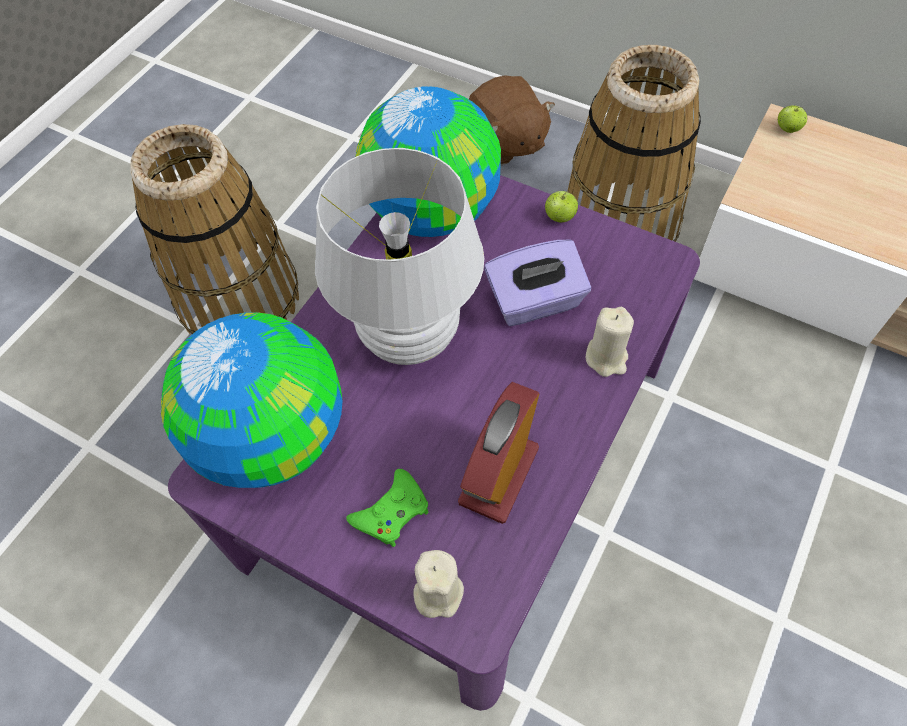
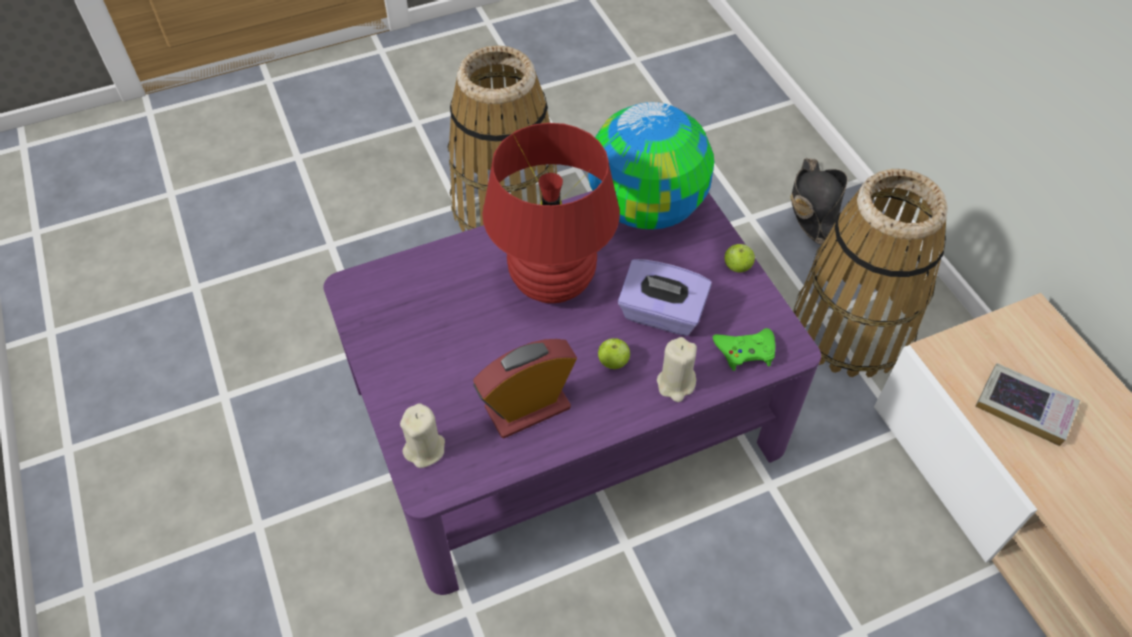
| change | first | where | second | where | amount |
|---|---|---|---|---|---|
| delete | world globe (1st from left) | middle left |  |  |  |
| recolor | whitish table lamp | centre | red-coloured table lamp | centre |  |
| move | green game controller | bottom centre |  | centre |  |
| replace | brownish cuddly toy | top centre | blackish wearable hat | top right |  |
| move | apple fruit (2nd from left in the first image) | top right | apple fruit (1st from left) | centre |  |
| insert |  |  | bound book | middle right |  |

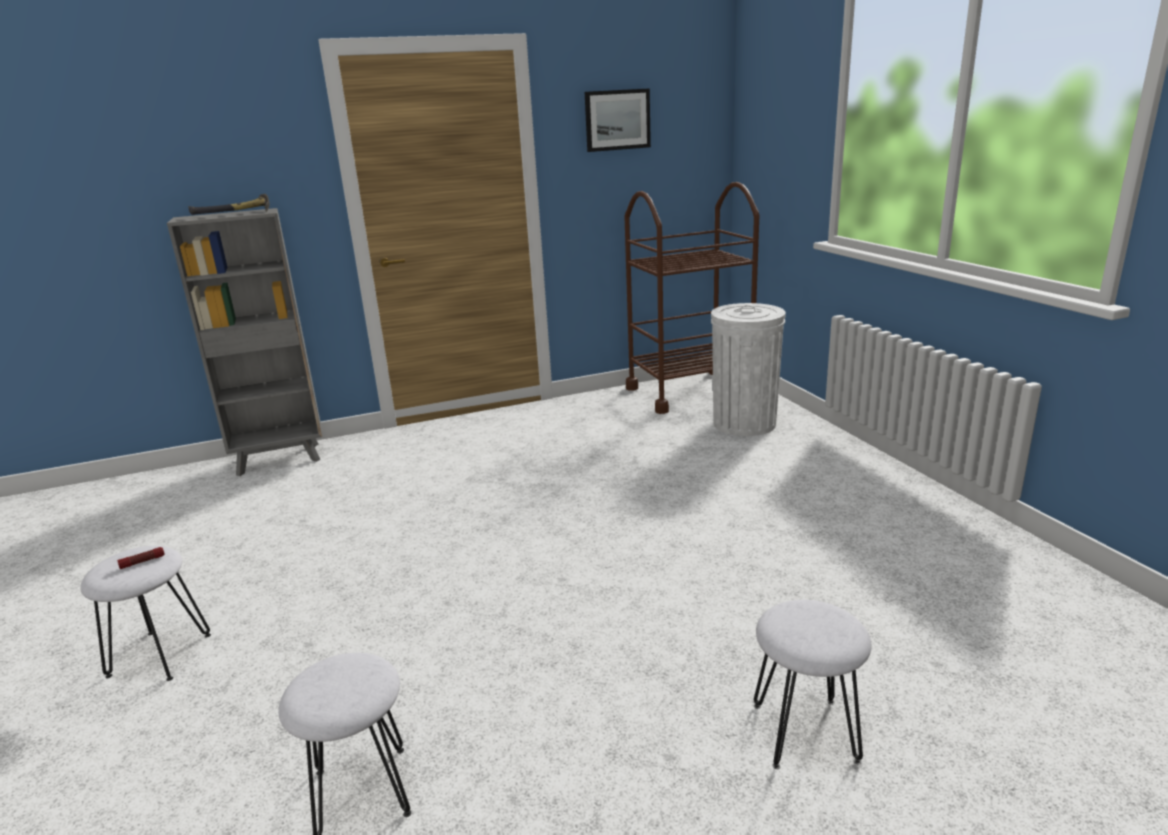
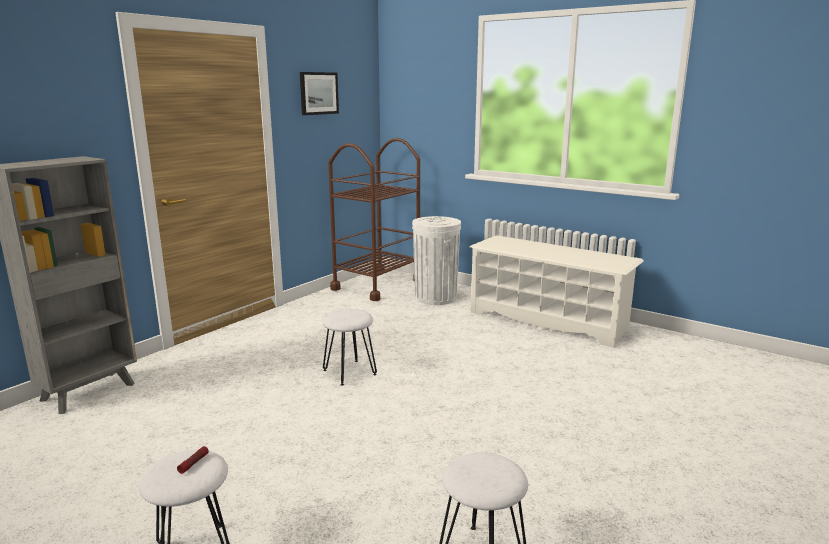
| change | first | where | second | where | amount |
|---|---|---|---|---|---|
| delete | hand hammer | top left |  |  |  |
| move | whitish stool seat (3rd from left in the first image) | bottom right | whitish stool seat (2nd from left) | centre |  |
| insert |  |  | whitish shoe shelf | middle right |  |

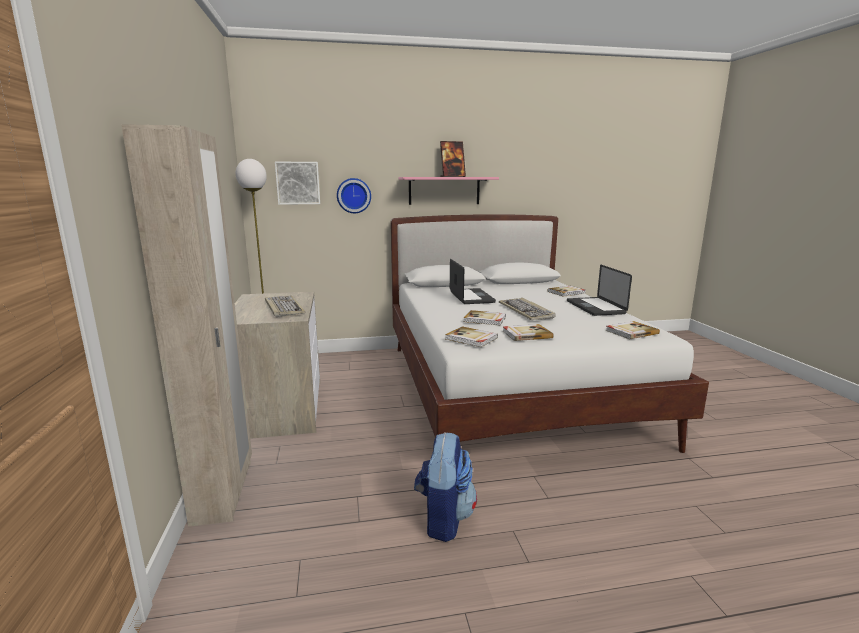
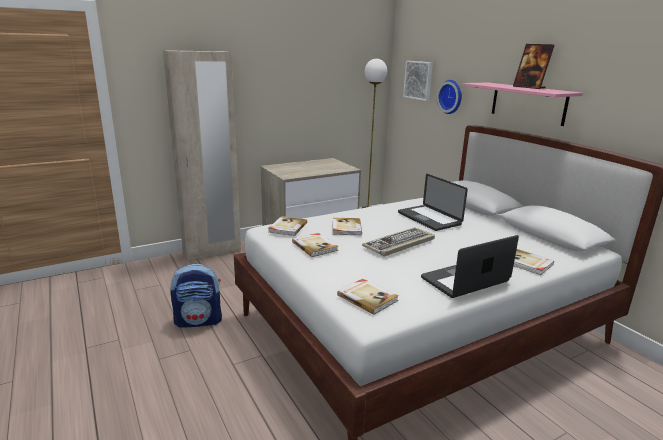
| change | first | where | second | where | amount |
|---|---|---|---|---|---|
| delete | computer keyboard (1st from left) | middle left |  |  |  |
| rotate | portable computer (1st from left) | centre |  | centre | 90 degrees clockwise |

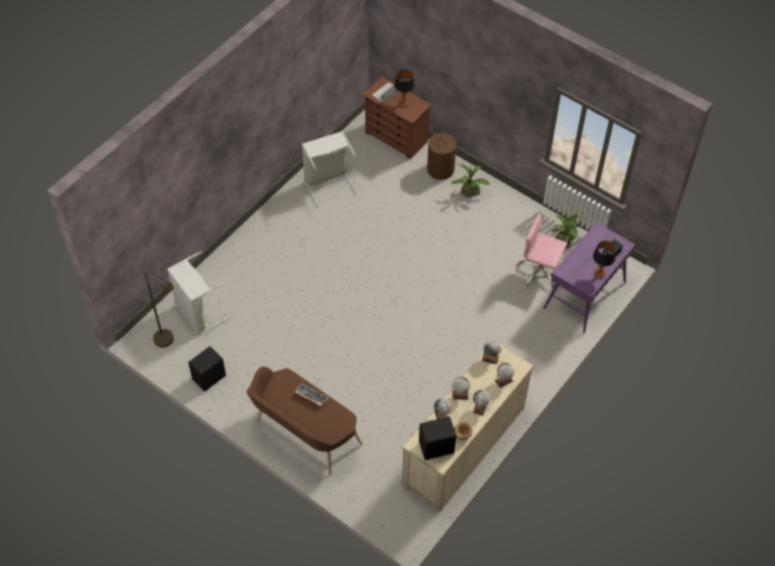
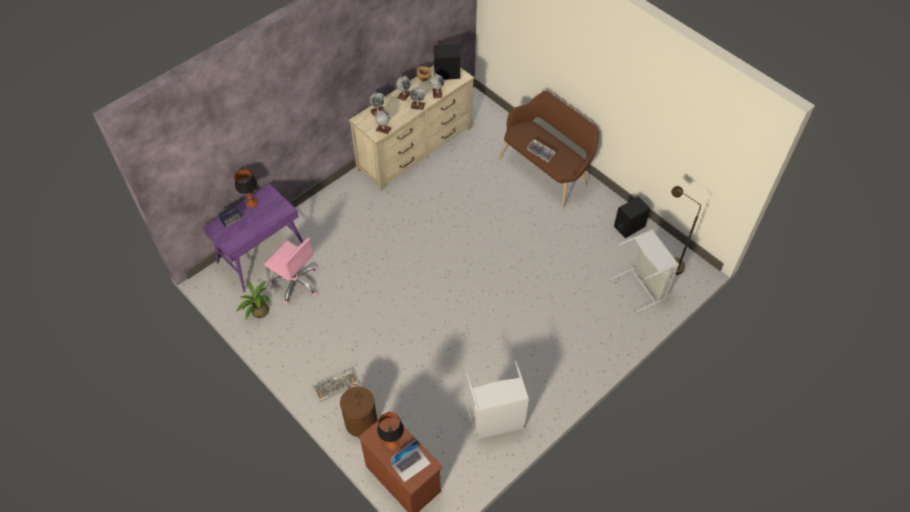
| change | first | where | second | where | amount |
|---|---|---|---|---|---|
| replace | plant in a pot (1st from left) | top centre | computer keyboard (1st from left) | bottom centre |  |

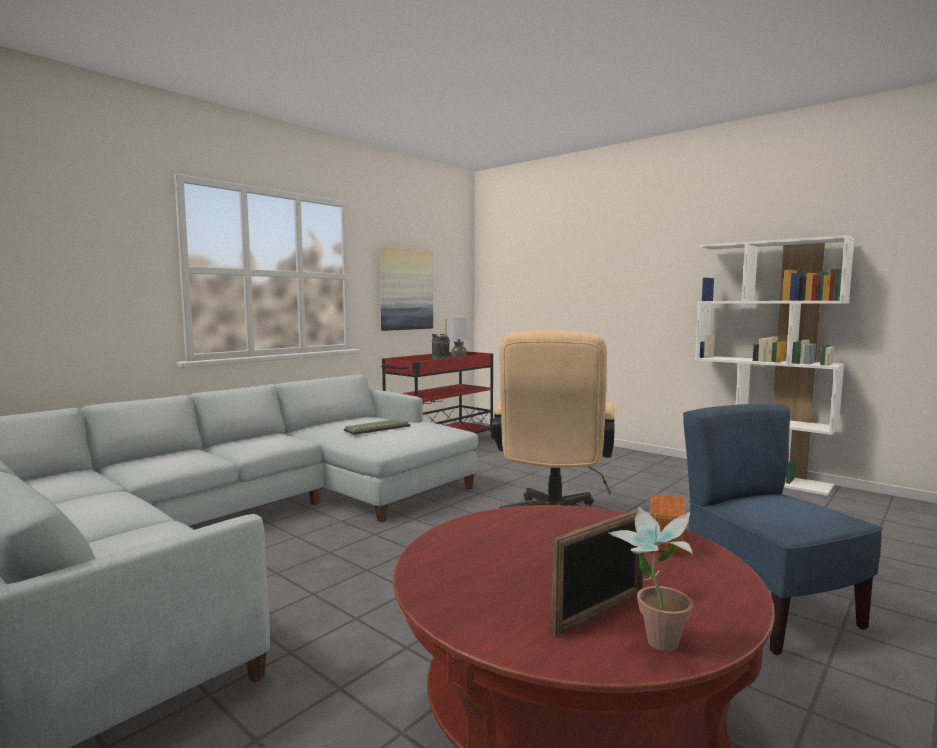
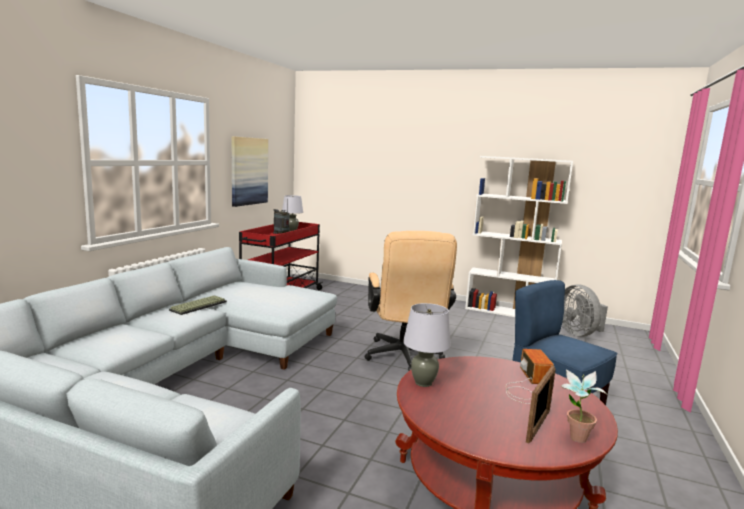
| change | first | where | second | where | amount |
|---|---|---|---|---|---|
| move | computer keyboard | centre |  | middle left |  |
| insert |  |  | grey table lamp (2nd from left) | bottom centre |  |
| insert |  |  | grey cooling fan | middle right |  |

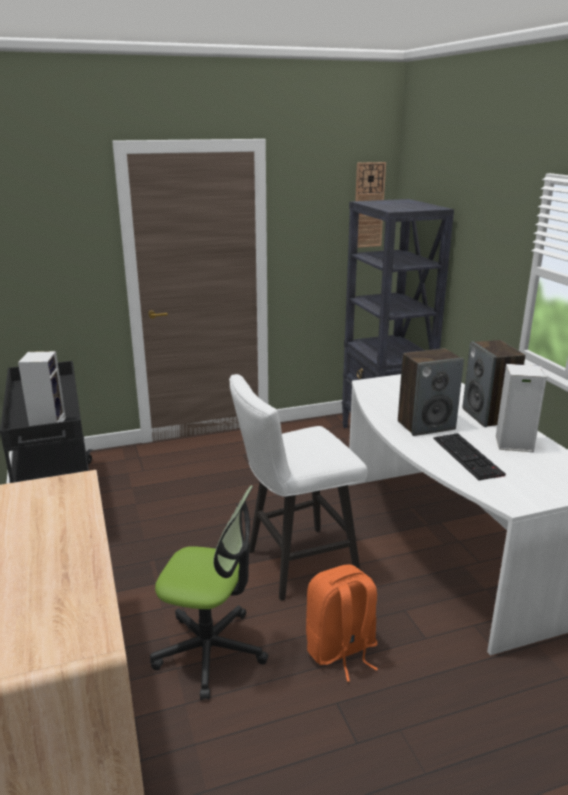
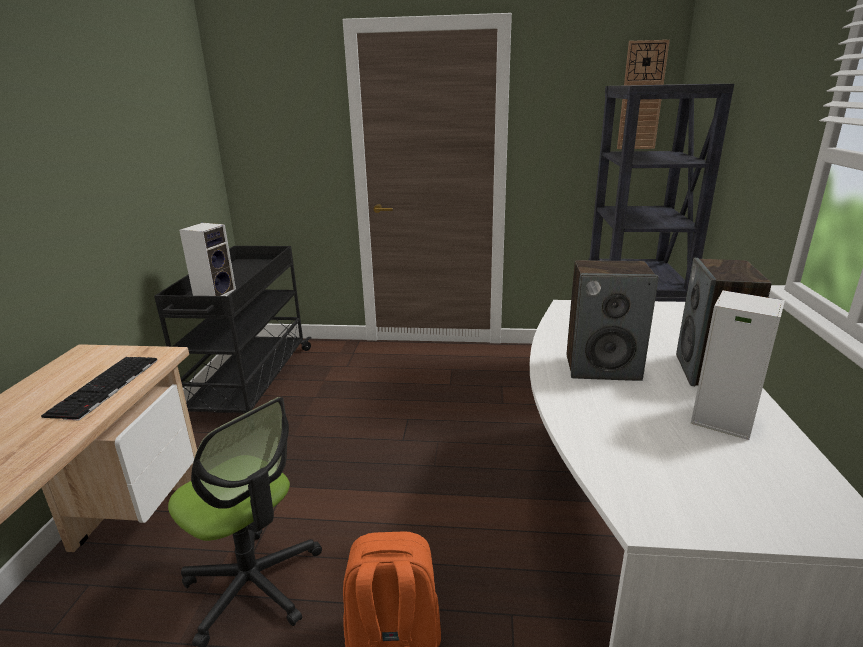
| change | first | where | second | where | amount |
|---|---|---|---|---|---|
| delete | whitish stool seat | centre |  |  |  |
| move | computer keyboard | middle right |  | middle left |  |

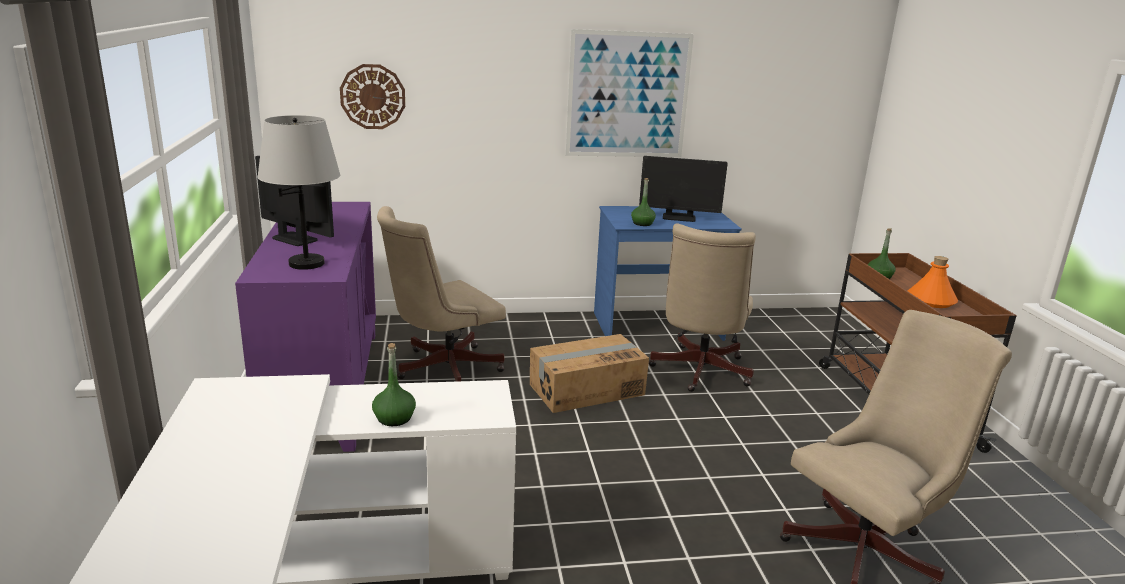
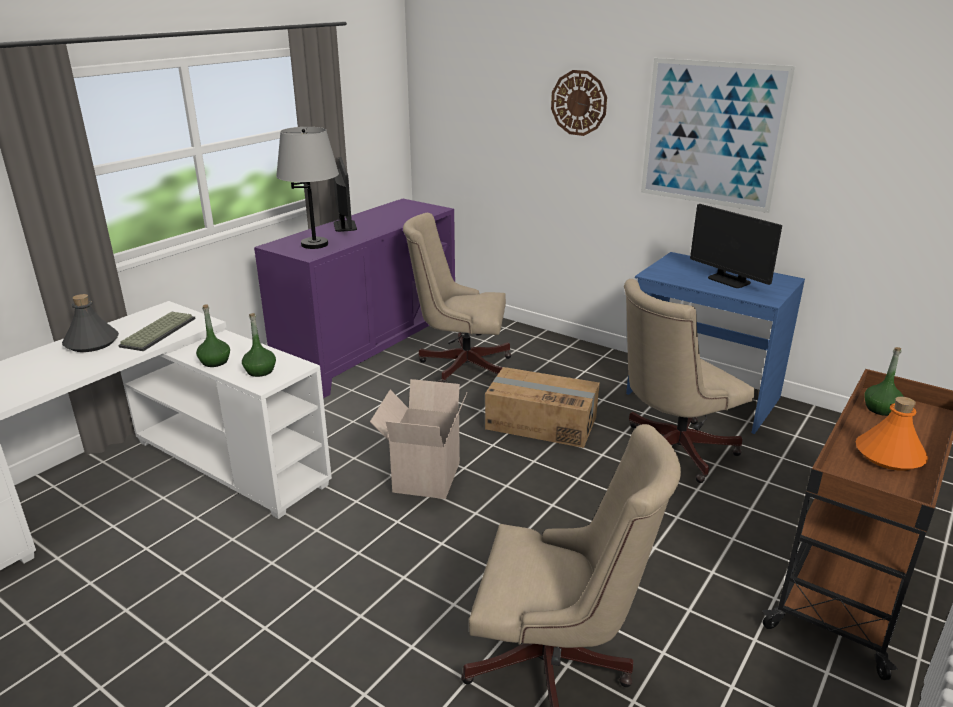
| change | first | where | second | where | amount |
|---|---|---|---|---|---|
| move | wall clock | top left |  | top centre |  |
| move | green drink bottle (2nd from left) | centre |  | middle left |  |
| insert |  |  | grey drink bottle | middle left |  |
| insert |  |  | computer keyboard | middle left |  |
| insert |  |  | packing box (1st from left) | centre |  |

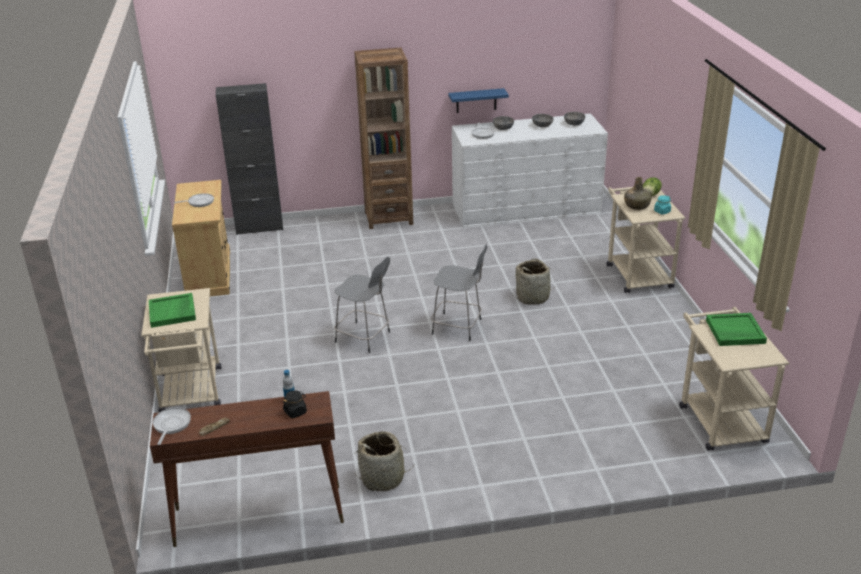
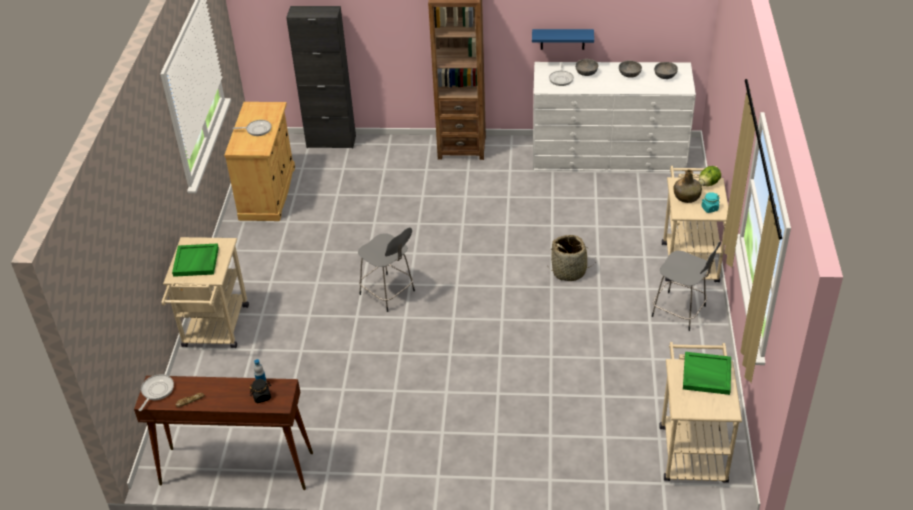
| change | first | where | second | where | amount |
|---|---|---|---|---|---|
| delete | household basket (1st from left) | bottom centre |  |  |  |
| move | grey stool seat (2nd from left) | centre |  | middle right |  |

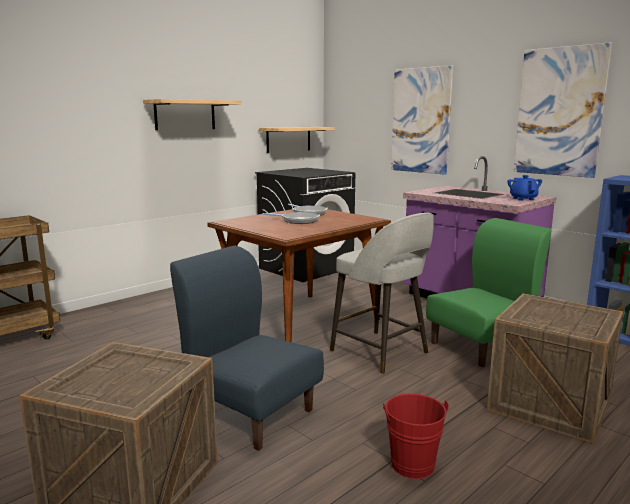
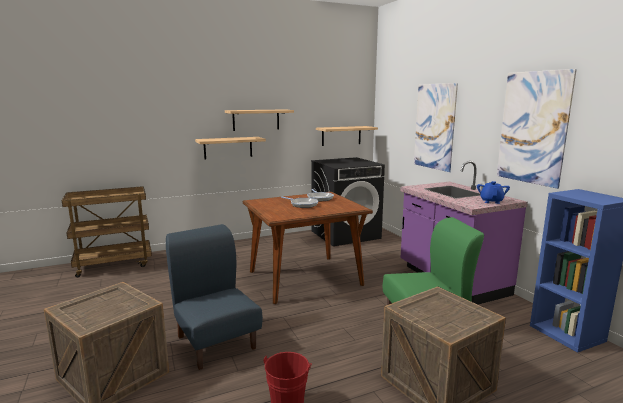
| change | first | where | second | where | amount |
|---|---|---|---|---|---|
| delete | grey stool seat | centre |  |  |  |
| insert |  |  | shelf (1st from left) | centre |  |

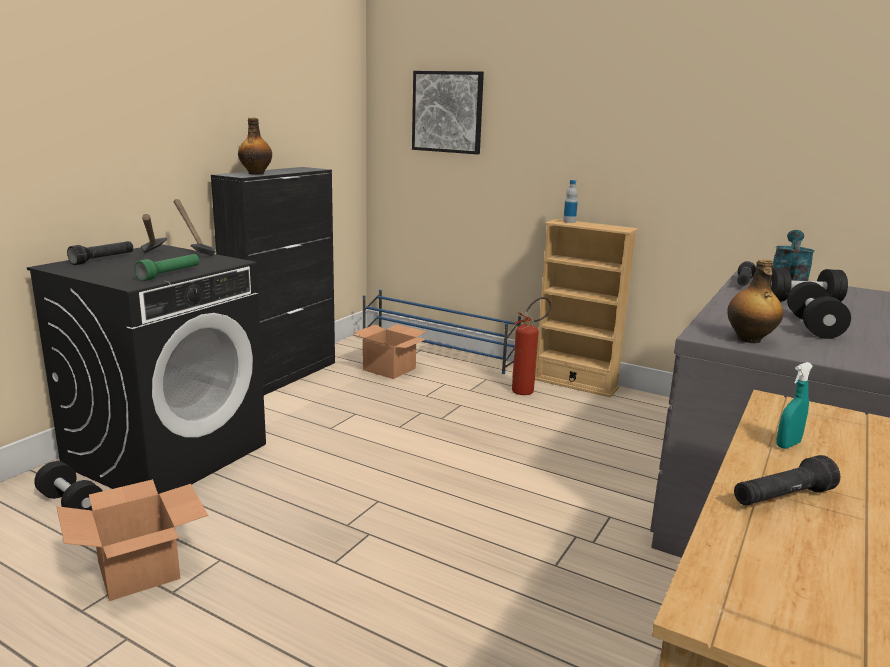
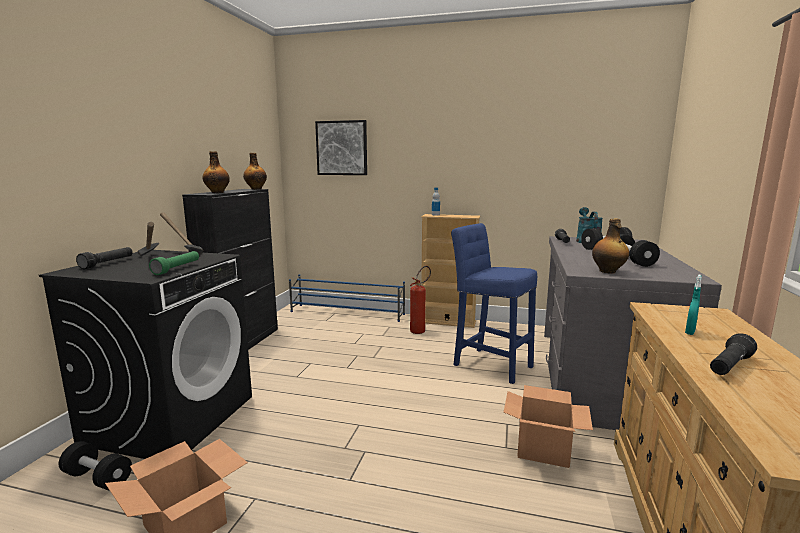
| change | first | where | second | where | amount |
|---|---|---|---|---|---|
| move | packing box (2nd from left) | centre |  | bottom right |  |
| insert |  |  | drink bottle (2nd from left) | top left |  |
| insert |  |  | blue stool seat | centre |  |

